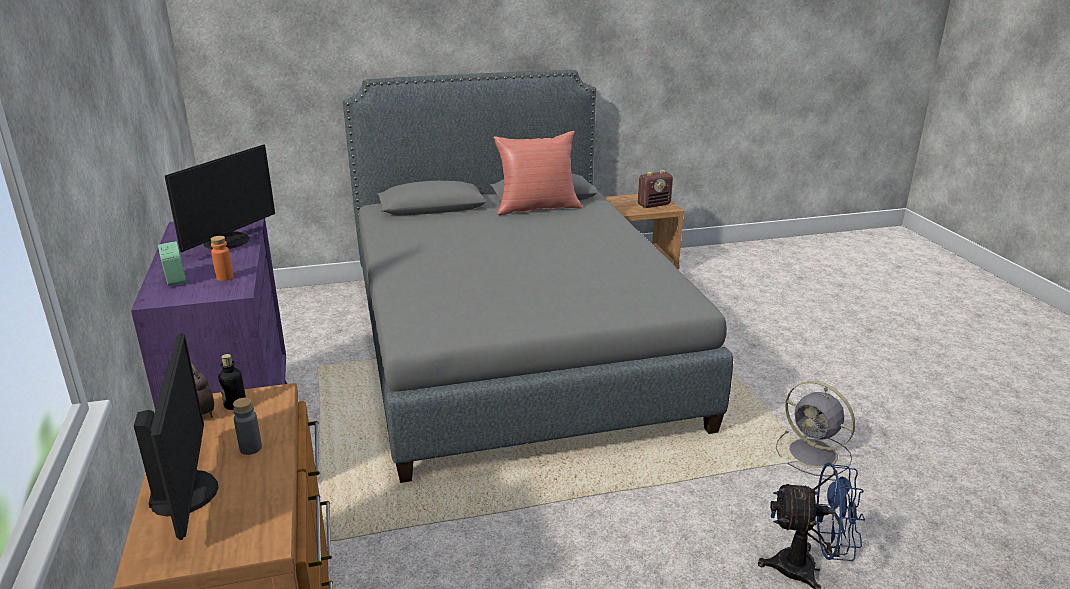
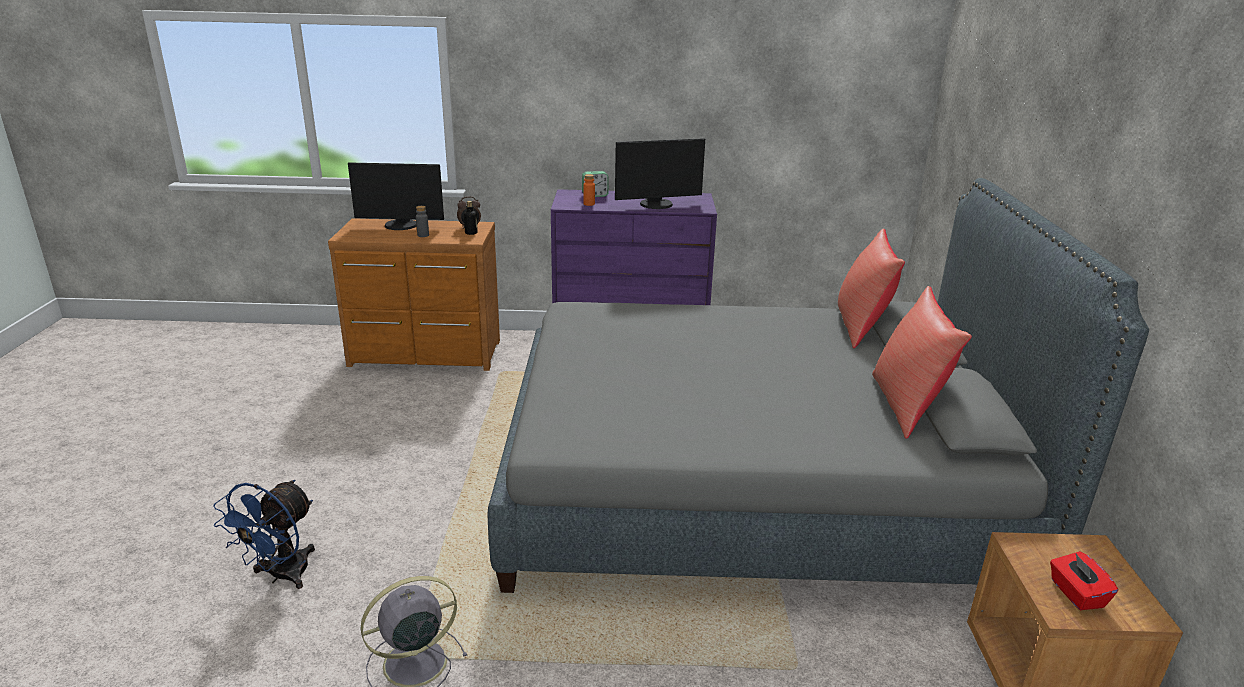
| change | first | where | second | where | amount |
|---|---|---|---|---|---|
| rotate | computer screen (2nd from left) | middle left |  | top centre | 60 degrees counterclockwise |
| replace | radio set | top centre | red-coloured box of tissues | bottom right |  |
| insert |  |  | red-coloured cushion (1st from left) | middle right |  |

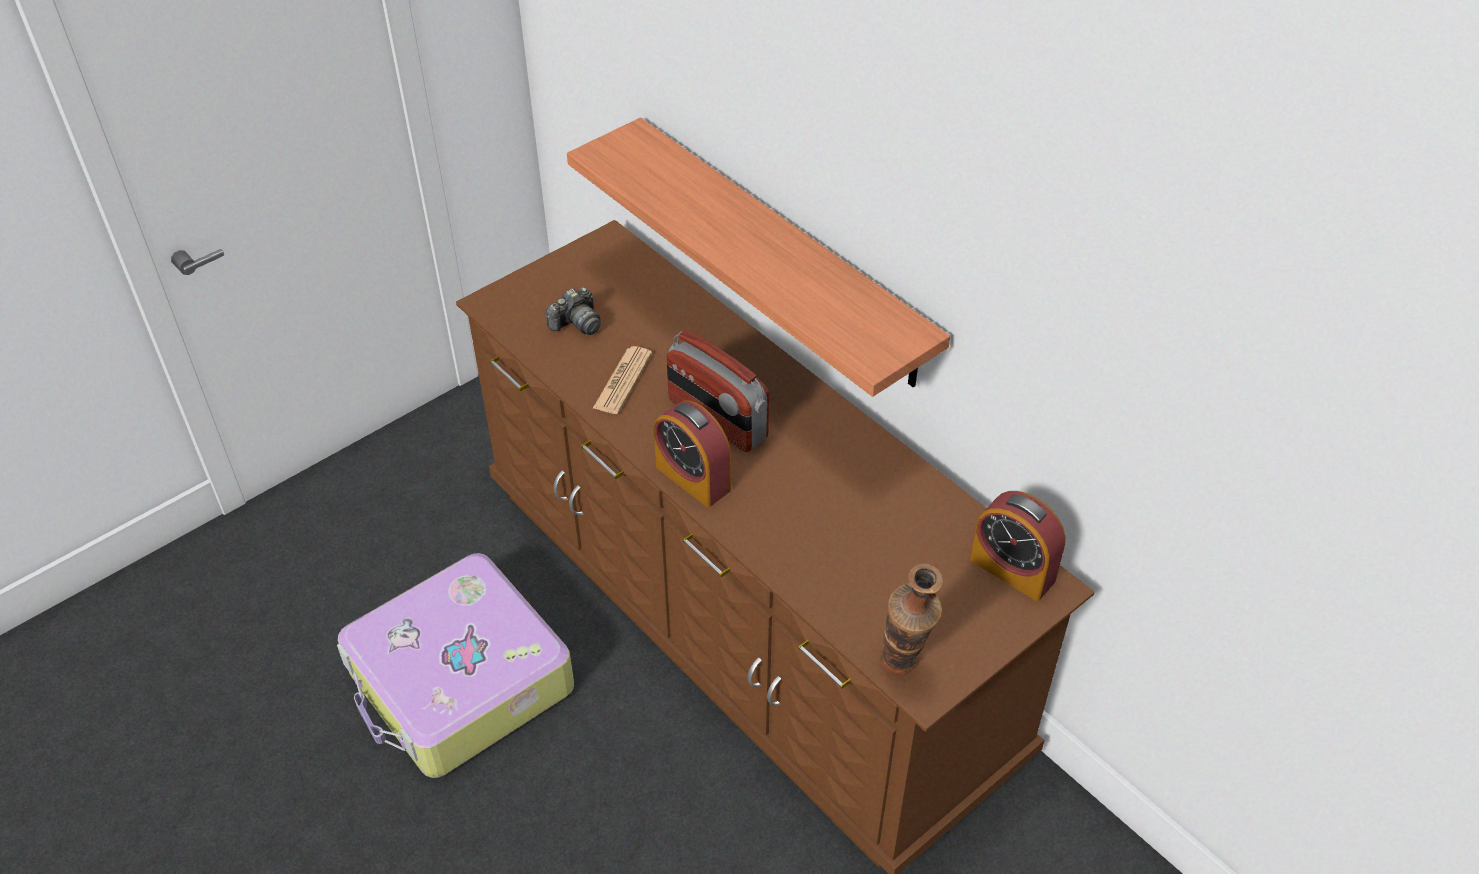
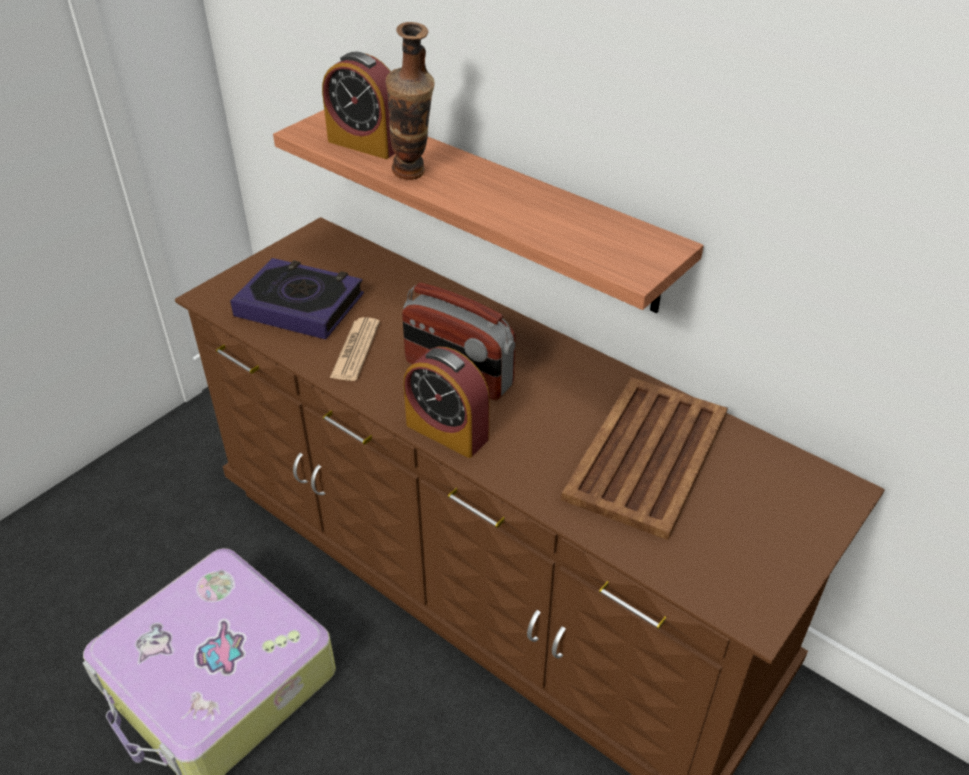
| change | first | where | second | where | amount |
|---|---|---|---|---|---|
| replace | photo camera | centre | bound book | middle left |  |
| move | decorative vase | bottom centre |  | top centre |  |
| move | alarm clock (2nd from left in the first image) | middle right | alarm clock (1st from left) | top centre |  |
| insert |  |  | brownish carrying tray | centre |  |

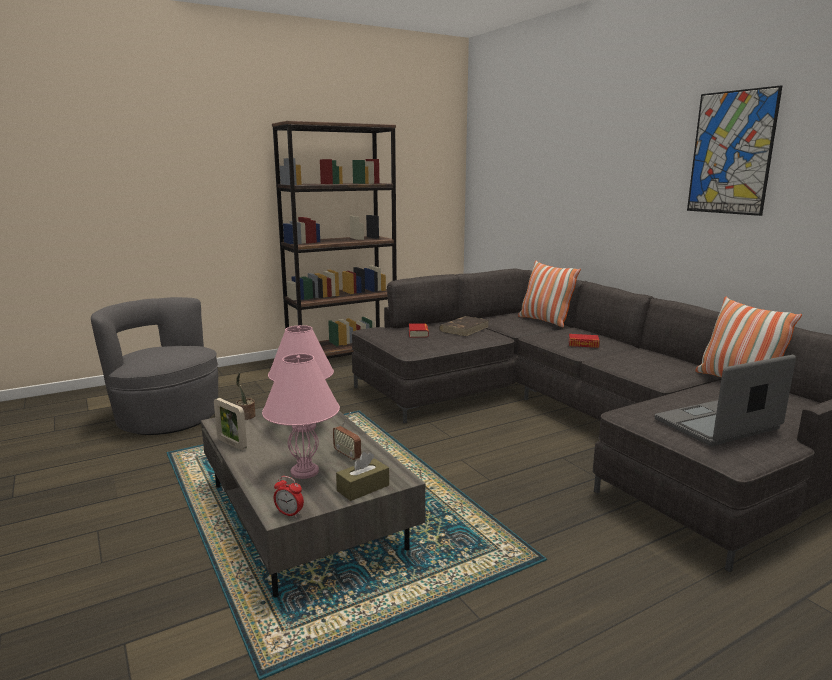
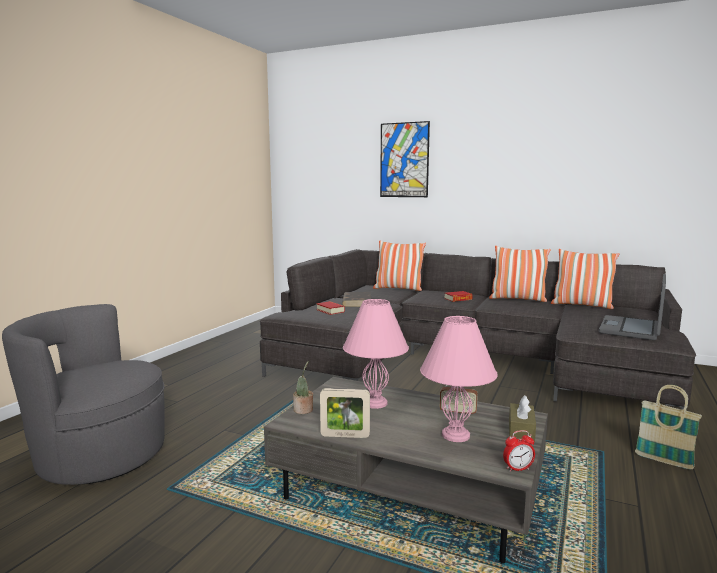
| change | first | where | second | where | amount |
|---|---|---|---|---|---|
| delete | brownish bookshelf | centre |  |  |  |
| move | wall art | top right |  | top centre |  |
| insert |  |  | cushion (2nd from left) | middle right |  |
| insert |  |  | household basket | bottom right |  |

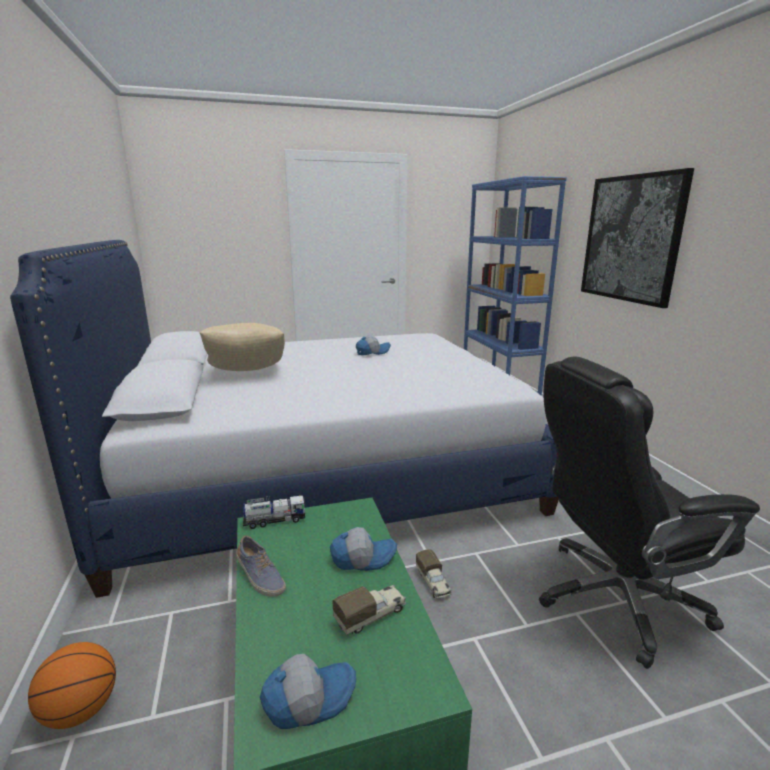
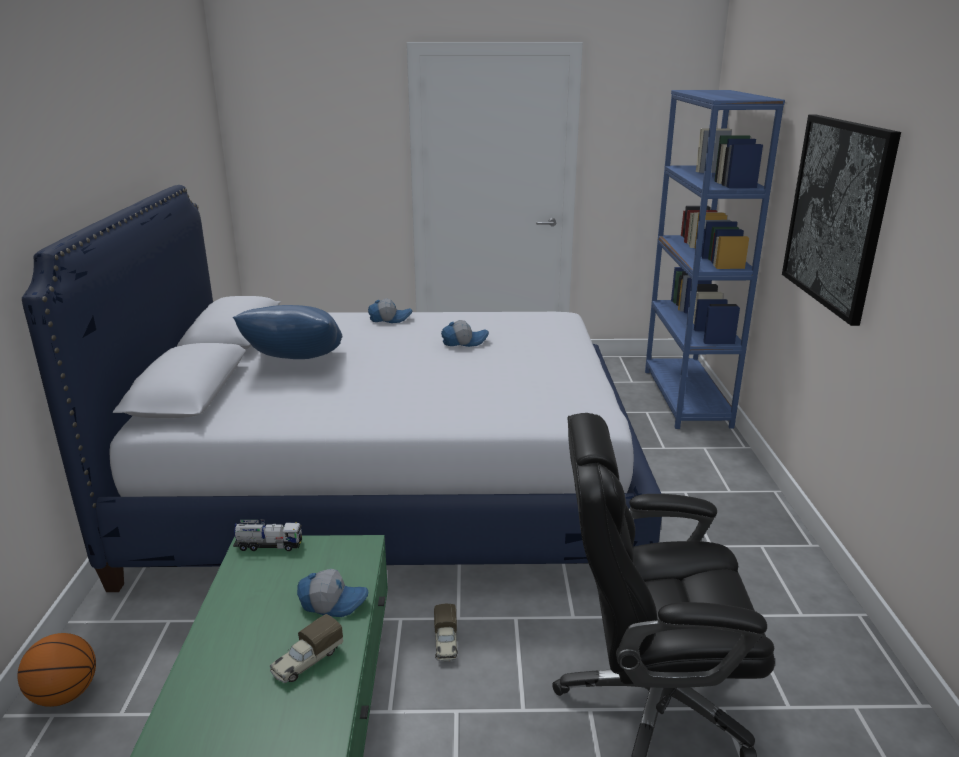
| change | first | where | second | where | amount |
|---|---|---|---|---|---|
| recolor | beige-coloured cushion | middle left | blue cushion | middle left |  |
| delete | item of footwear | bottom centre |  |  |  |
| move | peaked cap (1st from left in the first image) | bottom centre | peaked cap (2nd from left) | centre |  |
| rotate | model truck (2nd from left) | bottom centre |  | bottom left | 150 degrees clockwise |

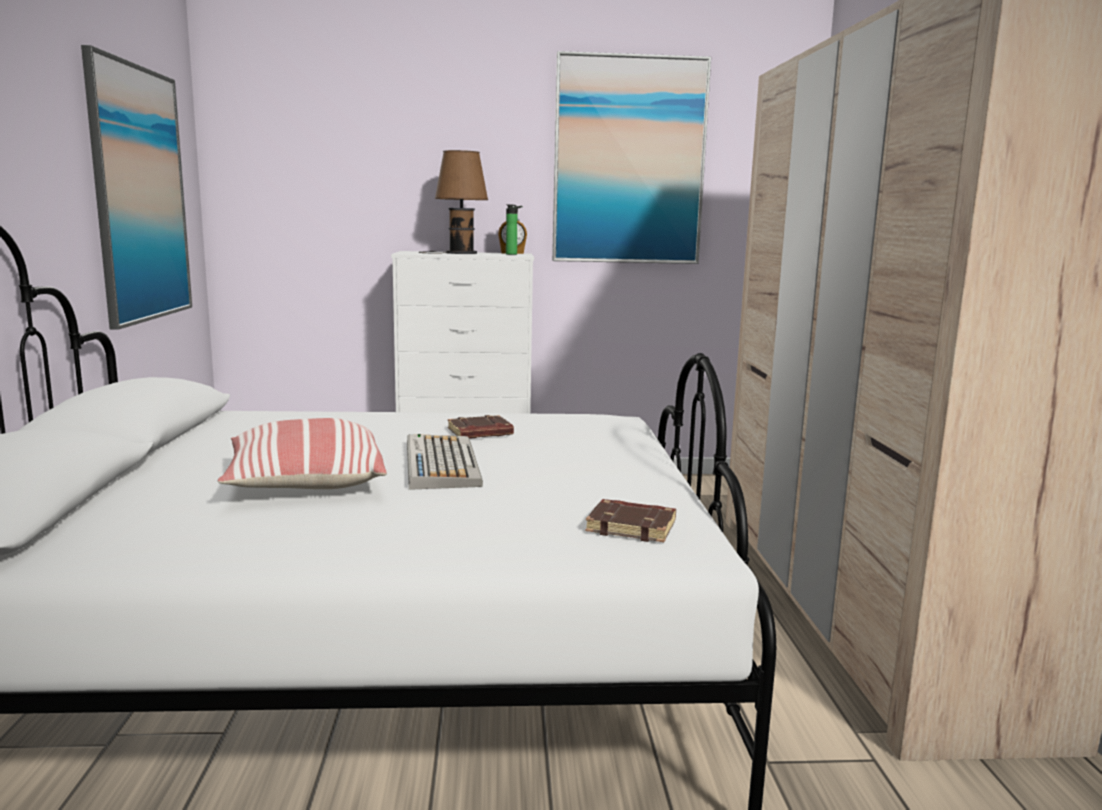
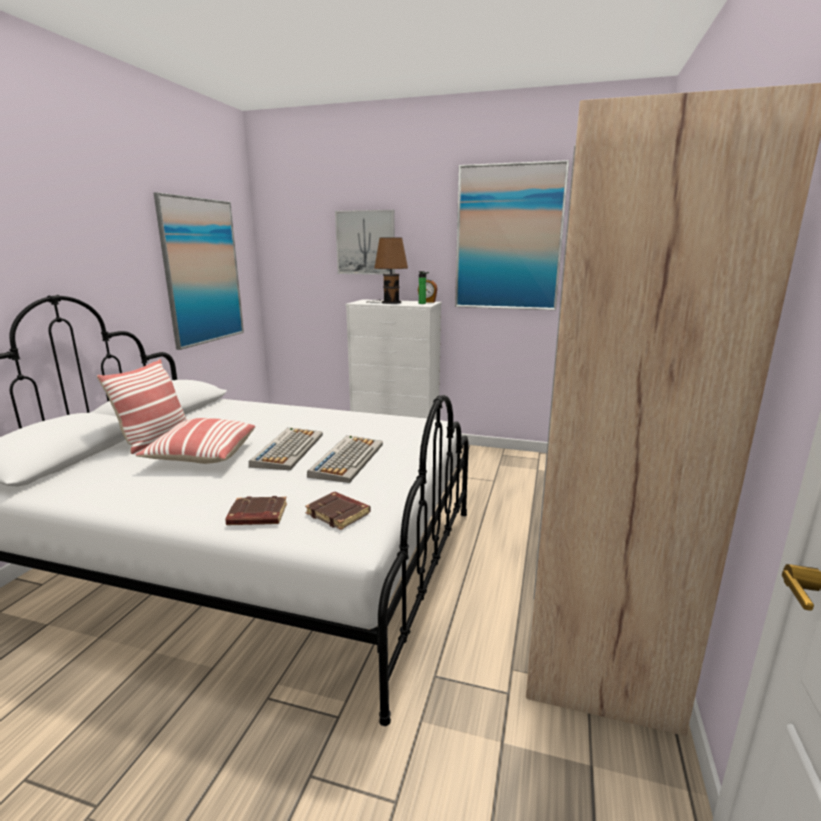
| change | first | where | second | where | amount |
|---|---|---|---|---|---|
| move | brownish bound book (1st from left) | centre |  | middle left |  |
| insert |  |  | cushion (1st from left) | middle left |  |
| insert |  |  | computer keyboard (2nd from left) | centre |  |
| insert |  |  | wall art (2nd from left) | top centre |  |

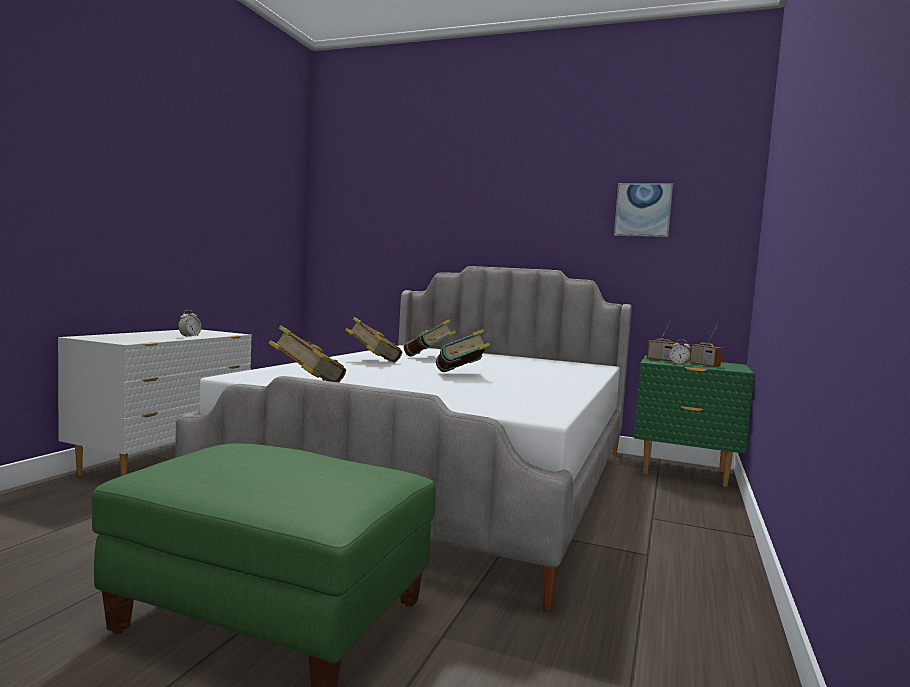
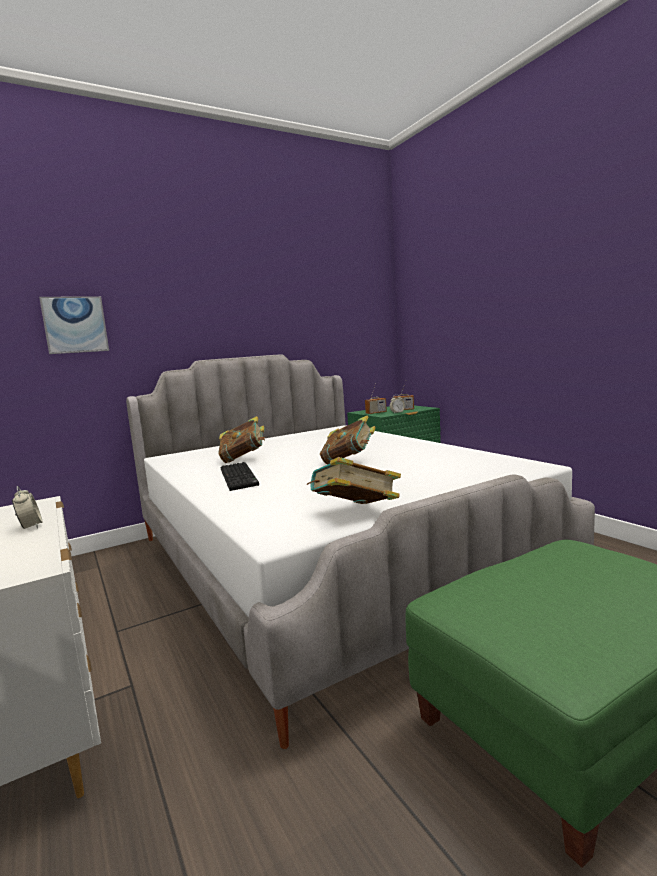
| change | first | where | second | where | amount |
|---|---|---|---|---|---|
| replace | bound book (2nd from left) | centre | computer keyboard | centre |  |
| move | wall art | top right |  | middle left |  |

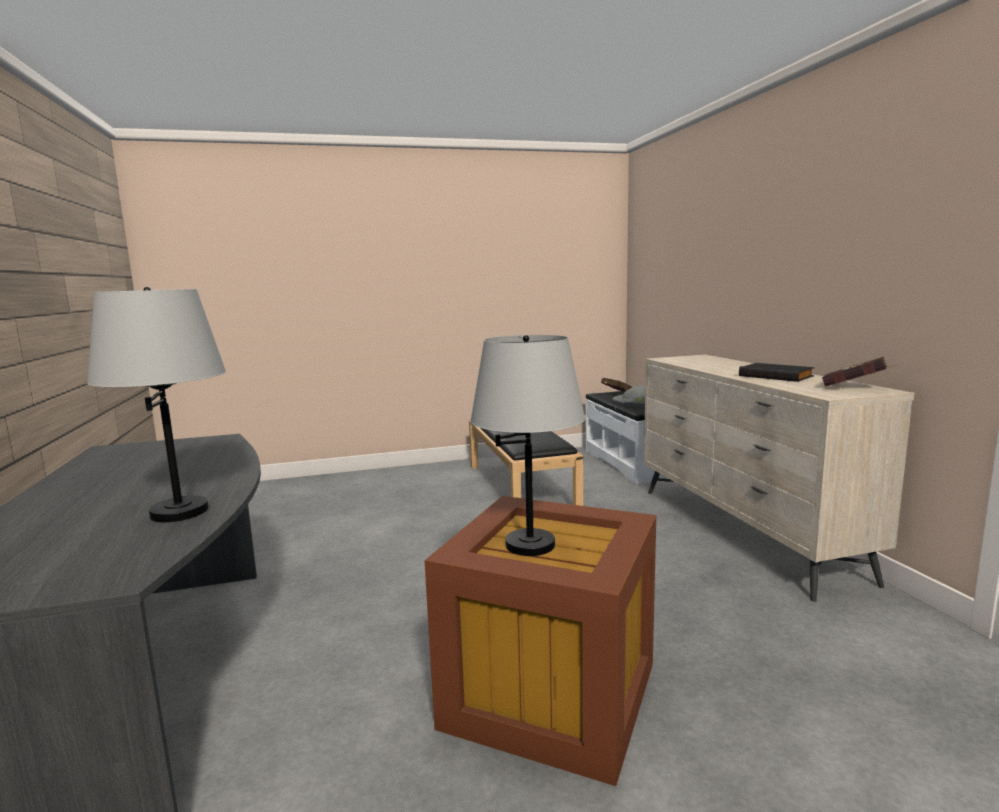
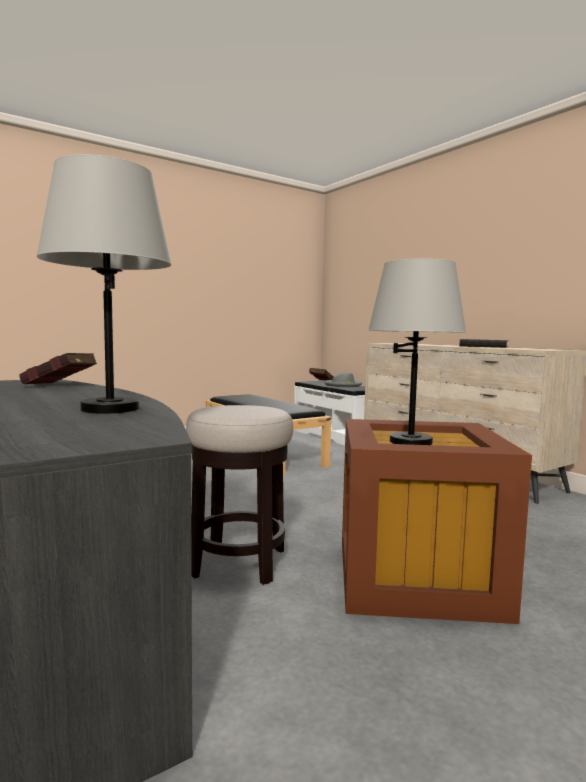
| change | first | where | second | where | amount |
|---|---|---|---|---|---|
| move | red-coloured bound book (2nd from left in the first image) | middle right | red-coloured bound book (1st from left) | middle left |  |
| insert |  |  | stool seat | centre |  |

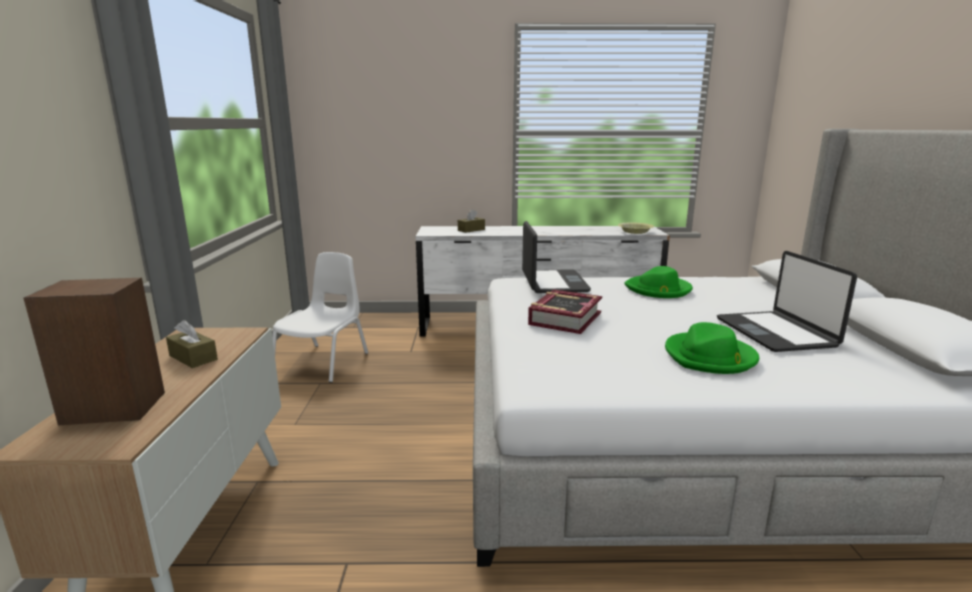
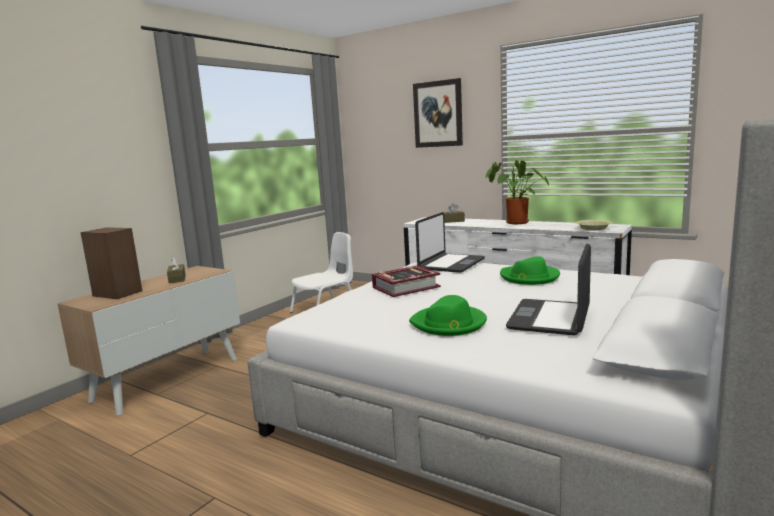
| change | first | where | second | where | amount |
|---|---|---|---|---|---|
| insert |  |  | wall art | top centre |  |
| insert |  |  | plant in a pot | middle right |  |

